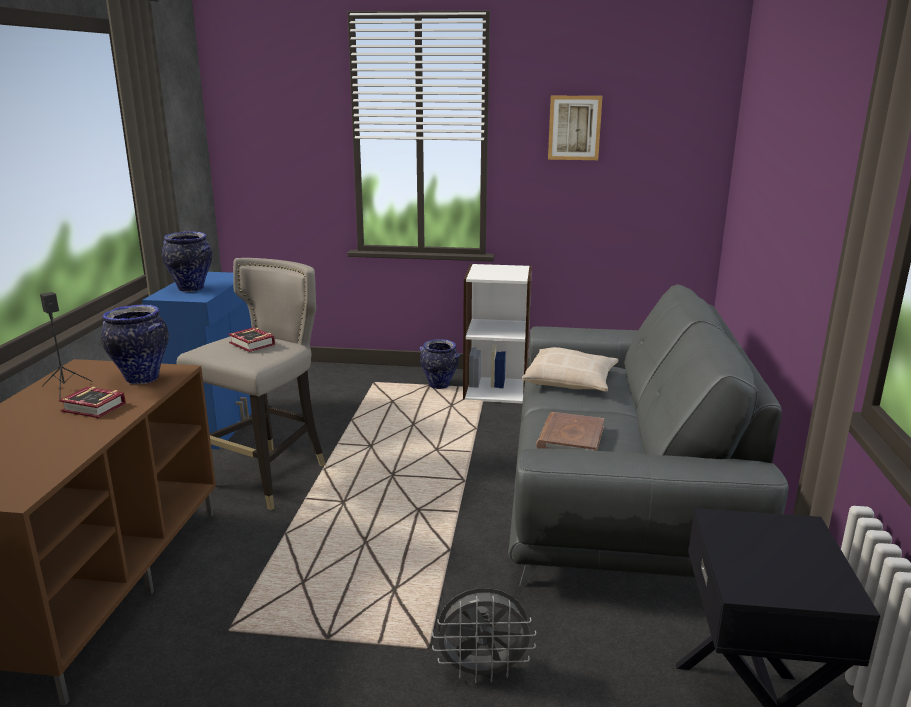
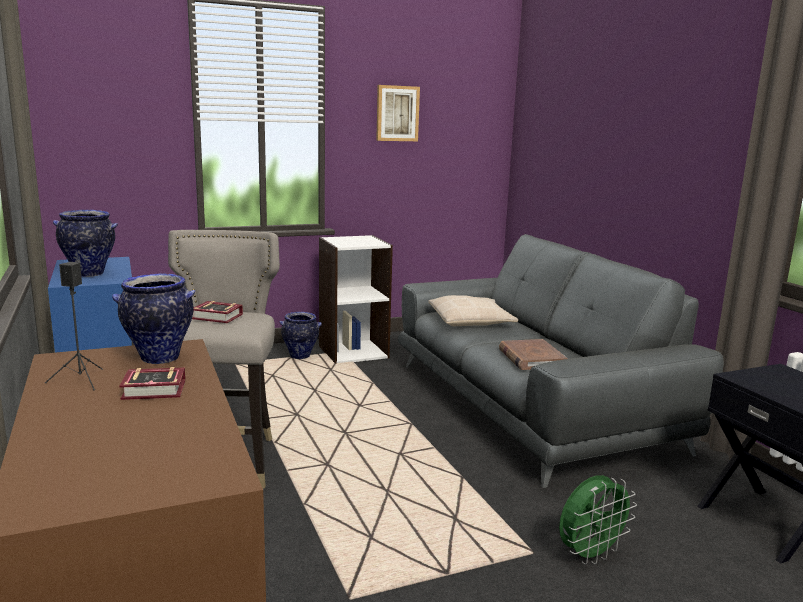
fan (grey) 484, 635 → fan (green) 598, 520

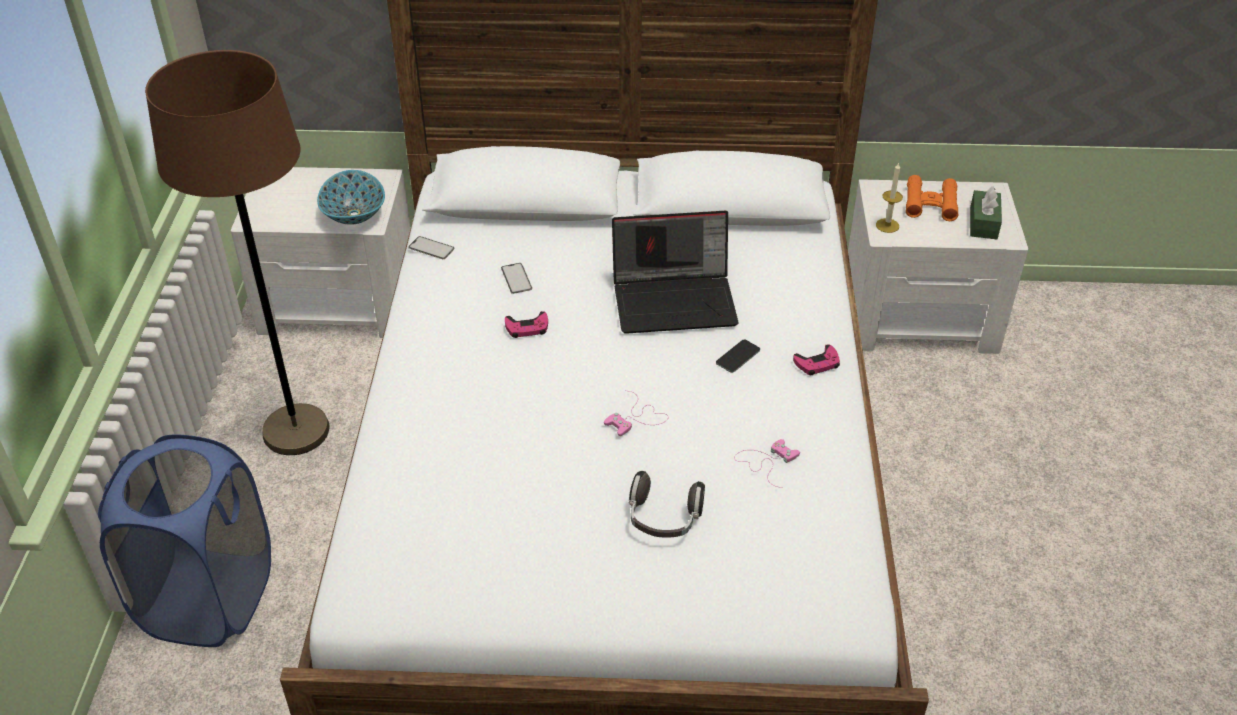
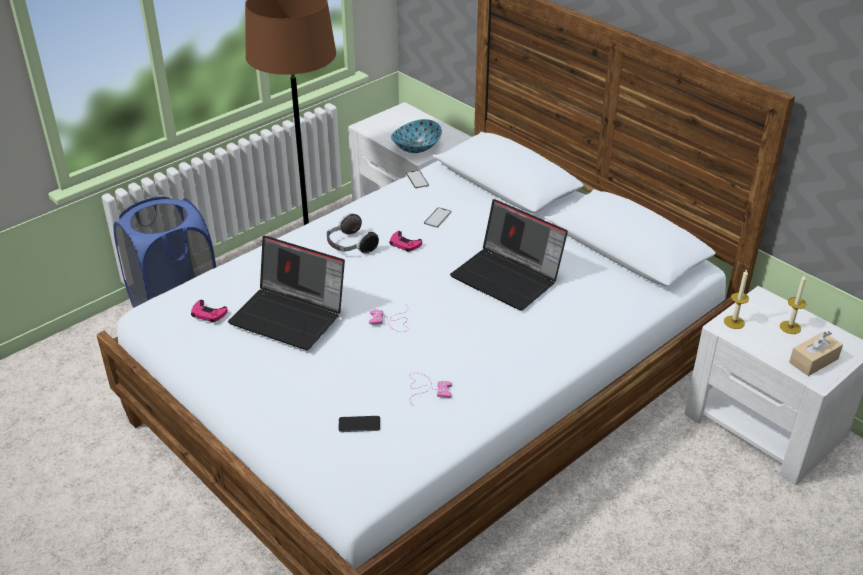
- → laptop 286, 293
headphones 667, 504 → headphones 353, 233, relocated
phone 738, 356 → phone 359, 424, relocated
game controller (pink) 816, 359 → game controller (pink) 209, 311, relocated
binoculars (orange) 932, 198 → candle 793, 304
tissue box (green) 986, 212 → tissue box (beige) 816, 353

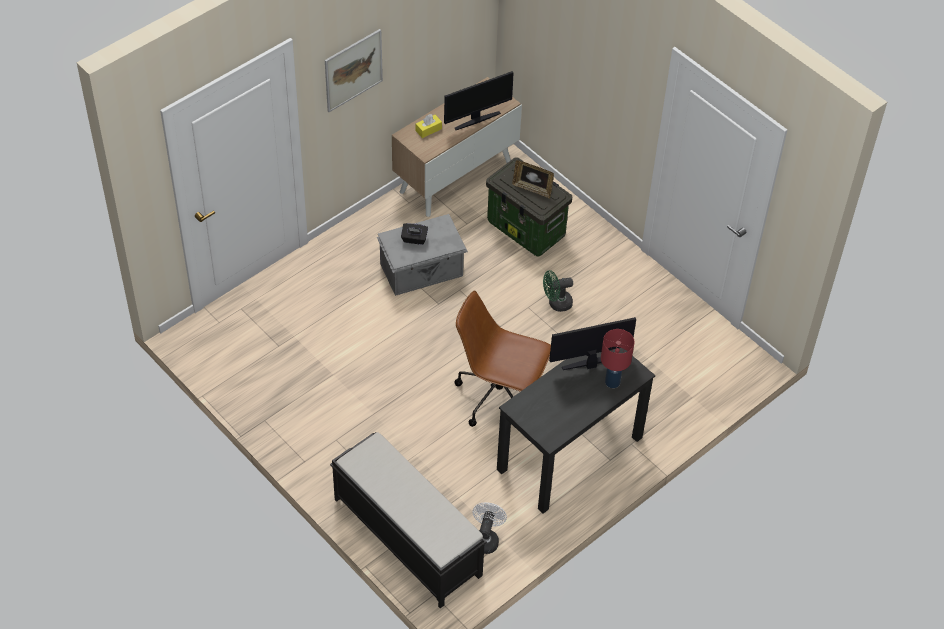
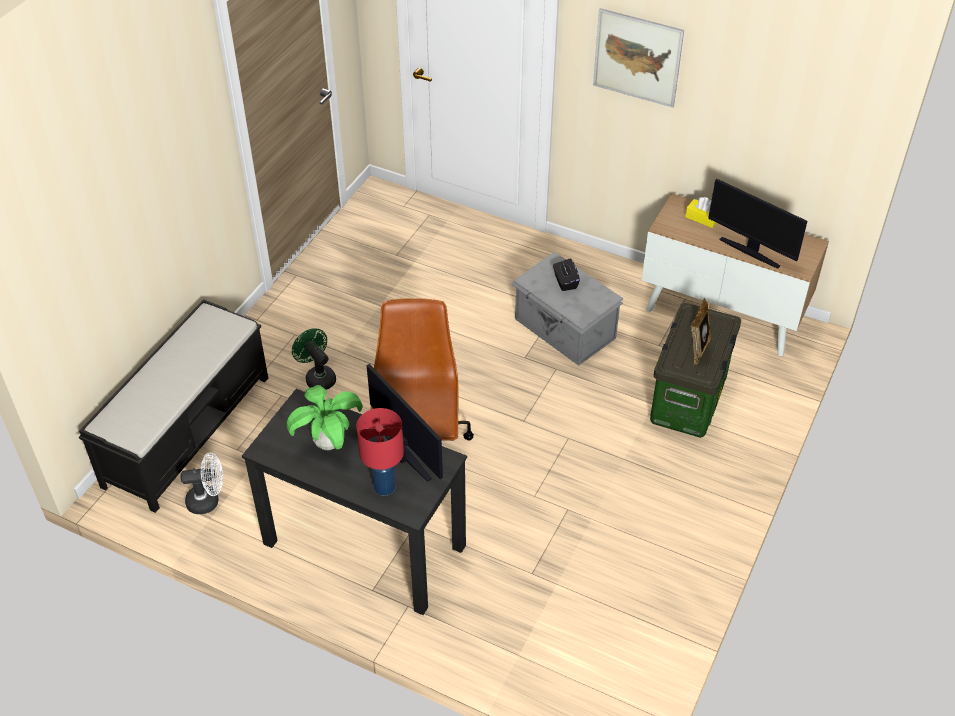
- → potted plant 325, 417
fan (green) 558, 291 → fan (green) 314, 359, relocated

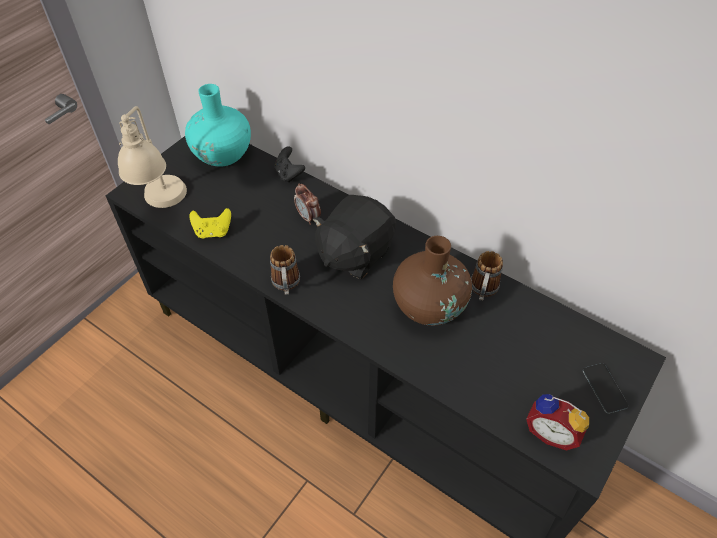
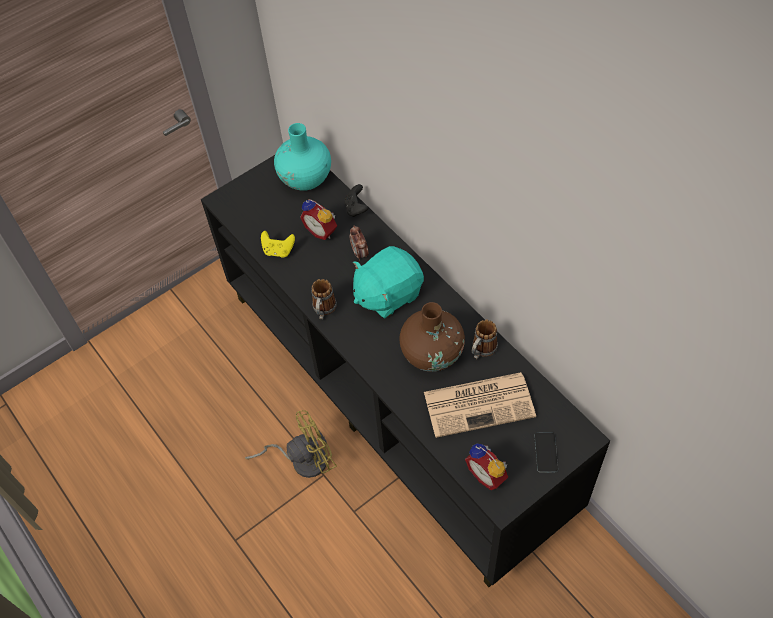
table lamp (beige) 152, 157 → -
- → fan (yellow) 291, 444
- → alarm clock 318, 219
- → newspaper 480, 405
plush toy (black) 354, 237 → plush toy (turquoise) 388, 282

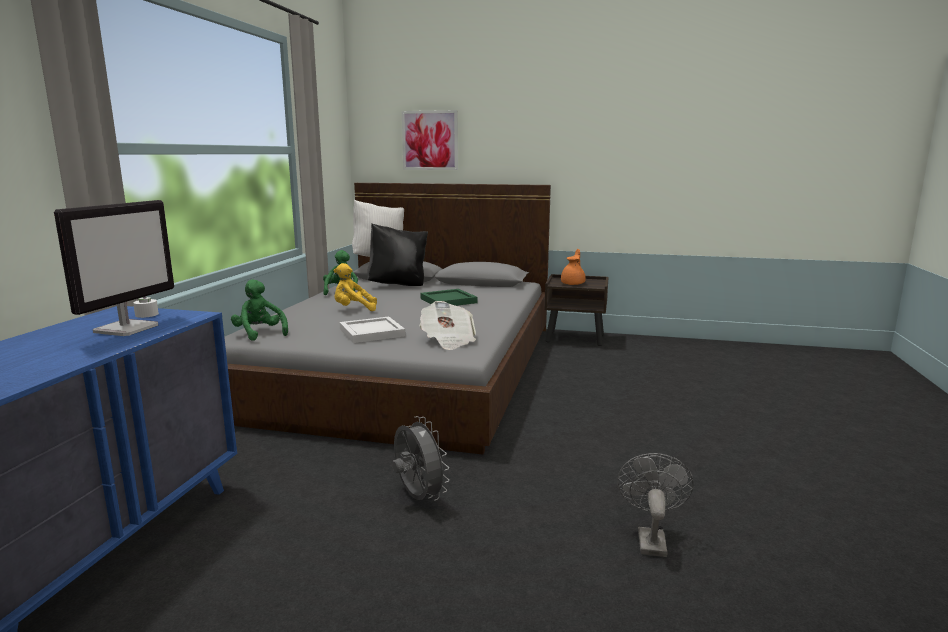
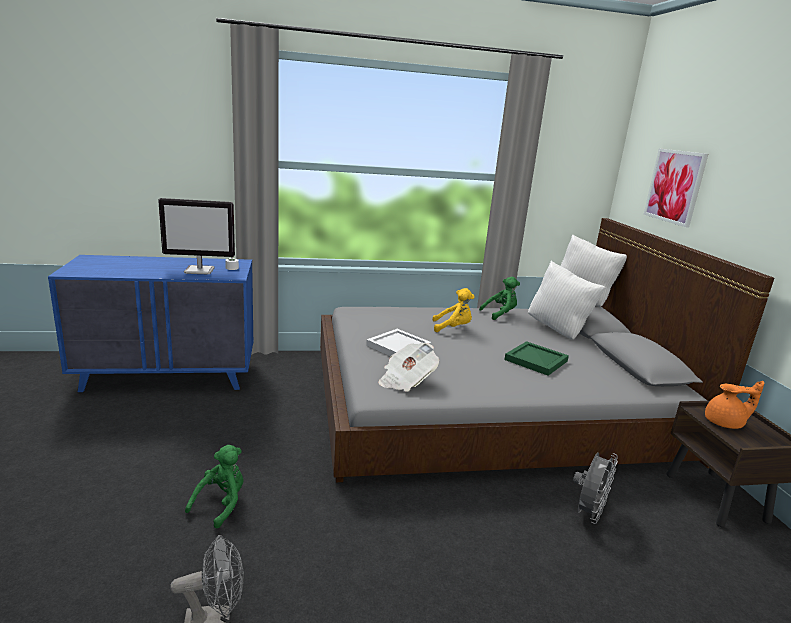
plush toy (green) 259, 310 → plush toy (green) 214, 486, relocated
fan (grey) 420, 458 → fan (grey) 595, 488, relocated
pillow (black) 397, 254 → pillow (white) 567, 300
plush toy (yellow) 355, 287 → plush toy (yellow) 453, 310, 120 degrees clockwise

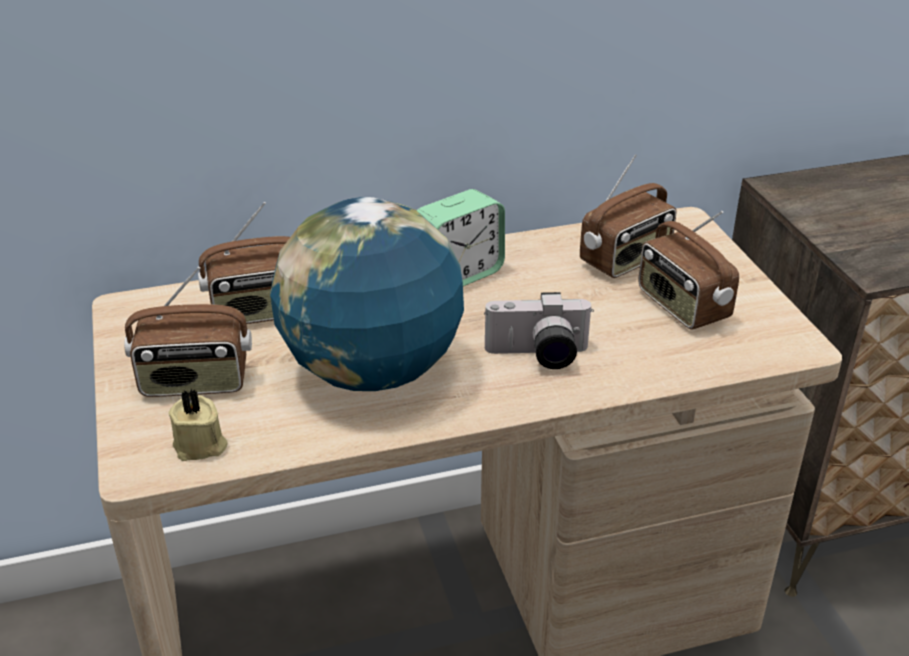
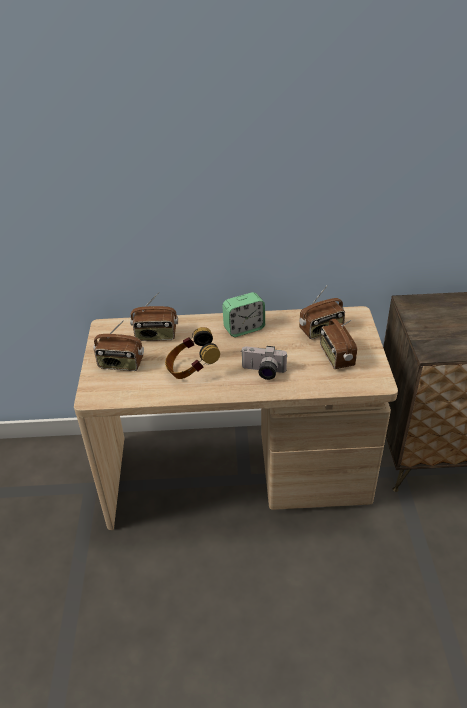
candle (beige) 197, 425 → -
globe 367, 294 → headphones 192, 353

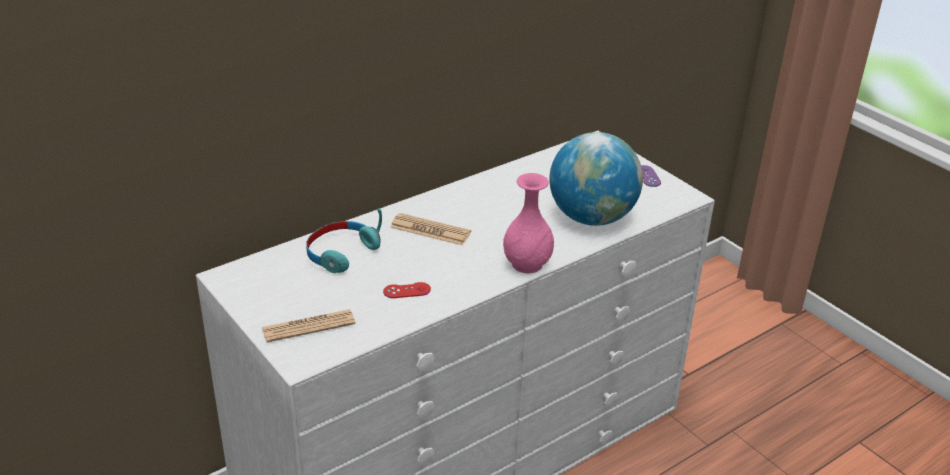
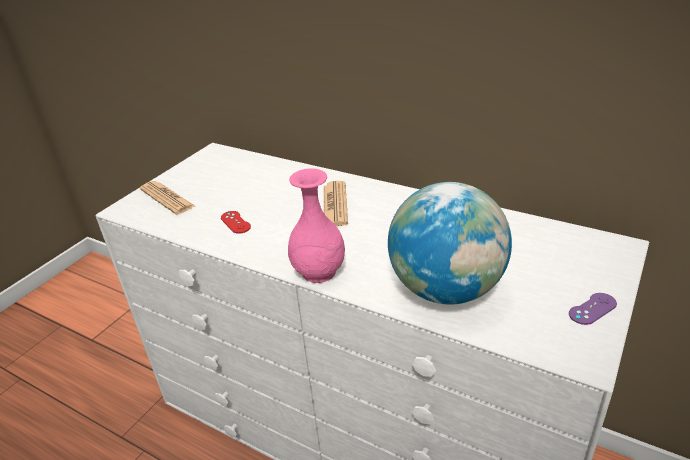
headphones (turquoise) 344, 240 → -

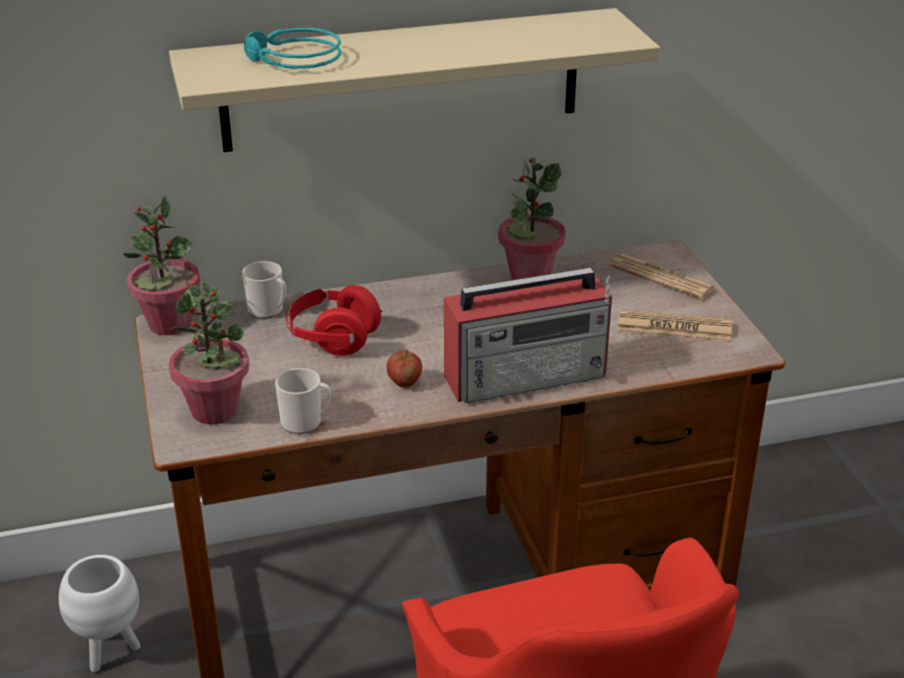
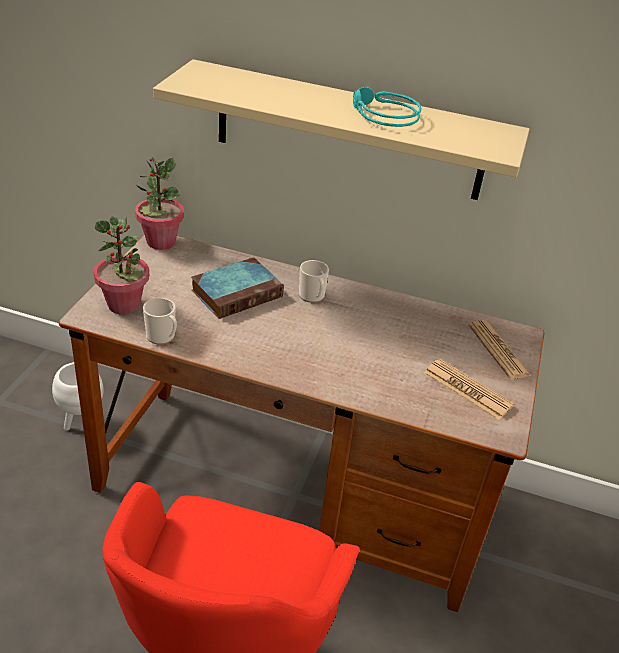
apple 404, 368 → -
radio 528, 335 → -
potted plant 532, 219 → -
mug 264, 290 → mug 314, 281, relocated
headphones (turquoise) 292, 48 → headphones (turquoise) 387, 106, relocated
headphones (red) 334, 320 → book 237, 288

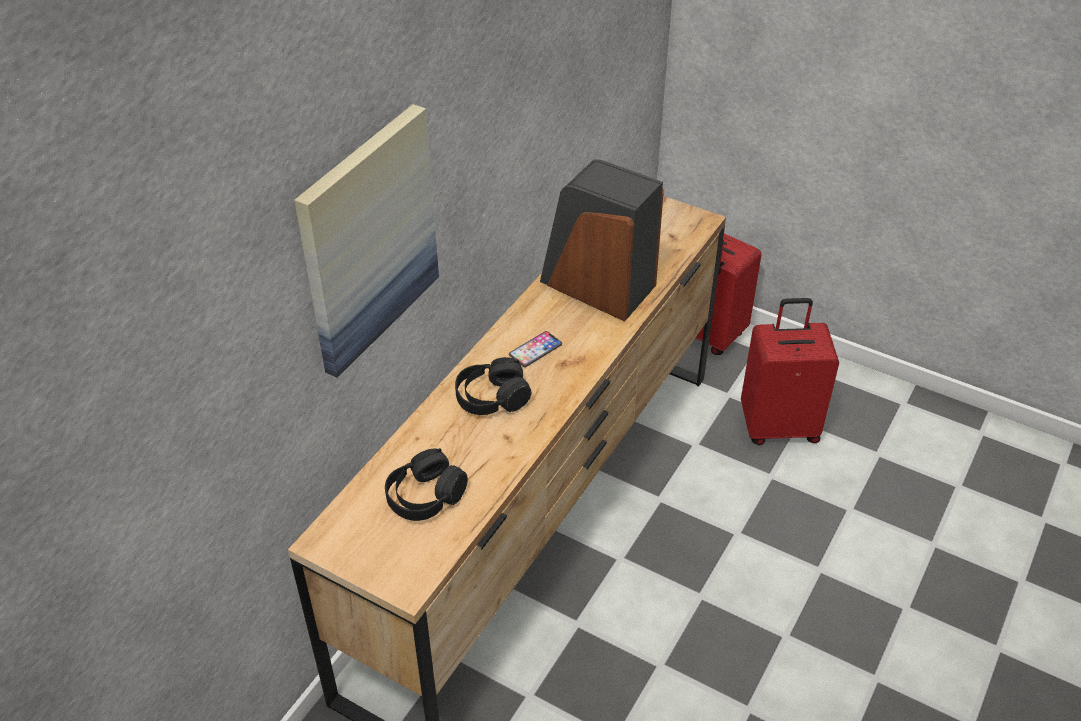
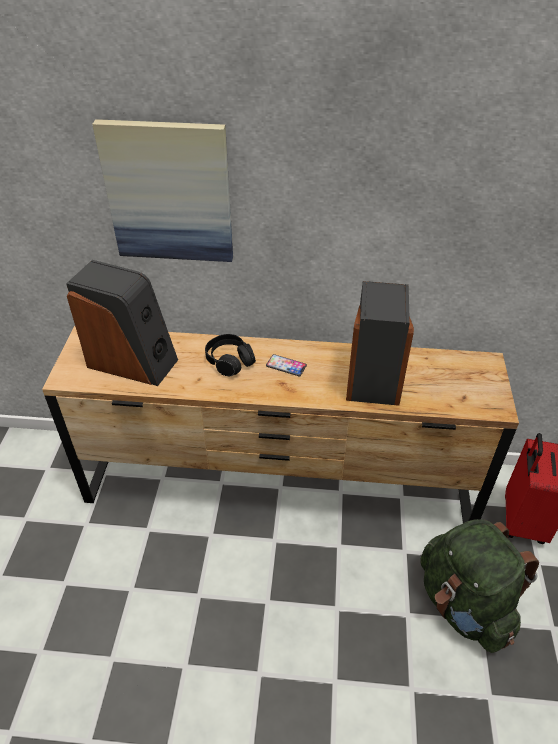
headphones (black) 426, 484 → speaker 122, 323
suitcase (red) 790, 371 → backpack (green) 480, 586

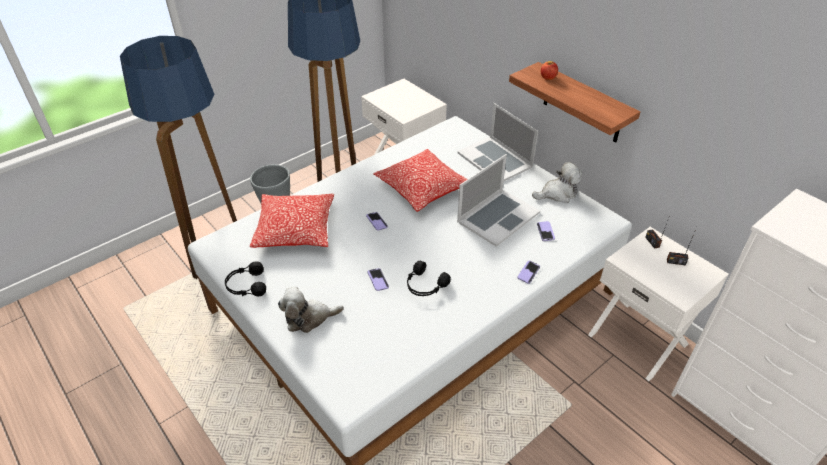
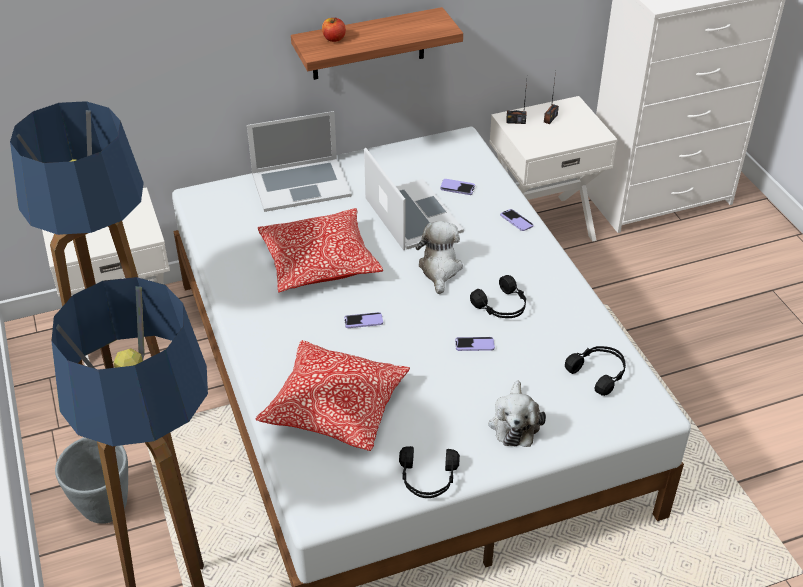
- → headphones (black) 595, 371
plush toy 557, 182 → plush toy 439, 257, relocated

